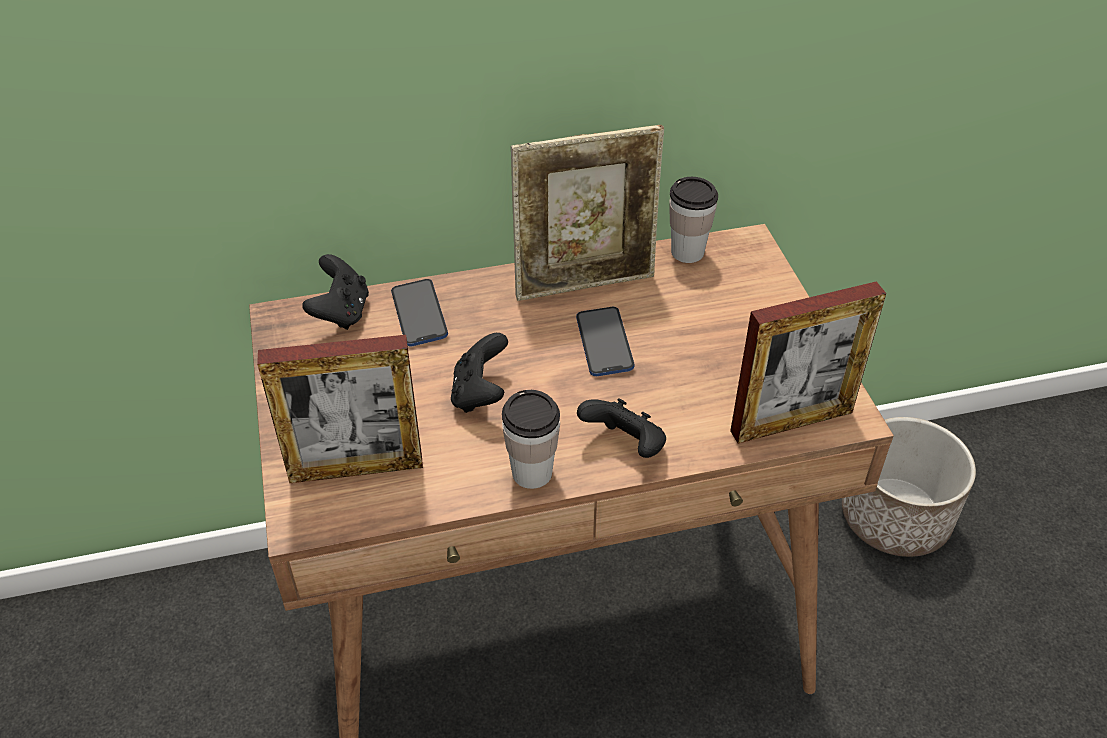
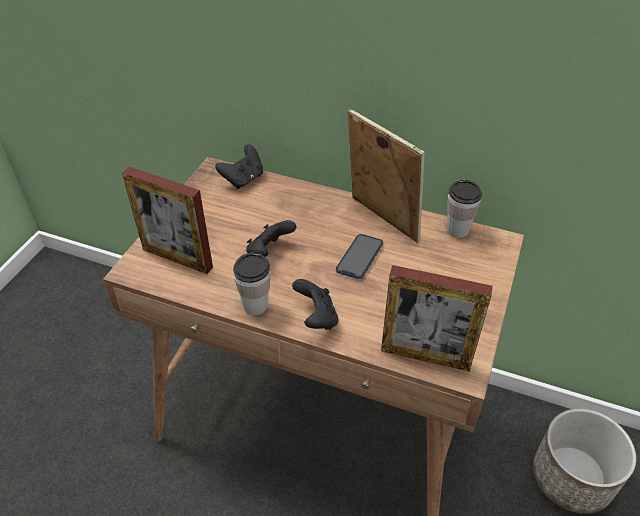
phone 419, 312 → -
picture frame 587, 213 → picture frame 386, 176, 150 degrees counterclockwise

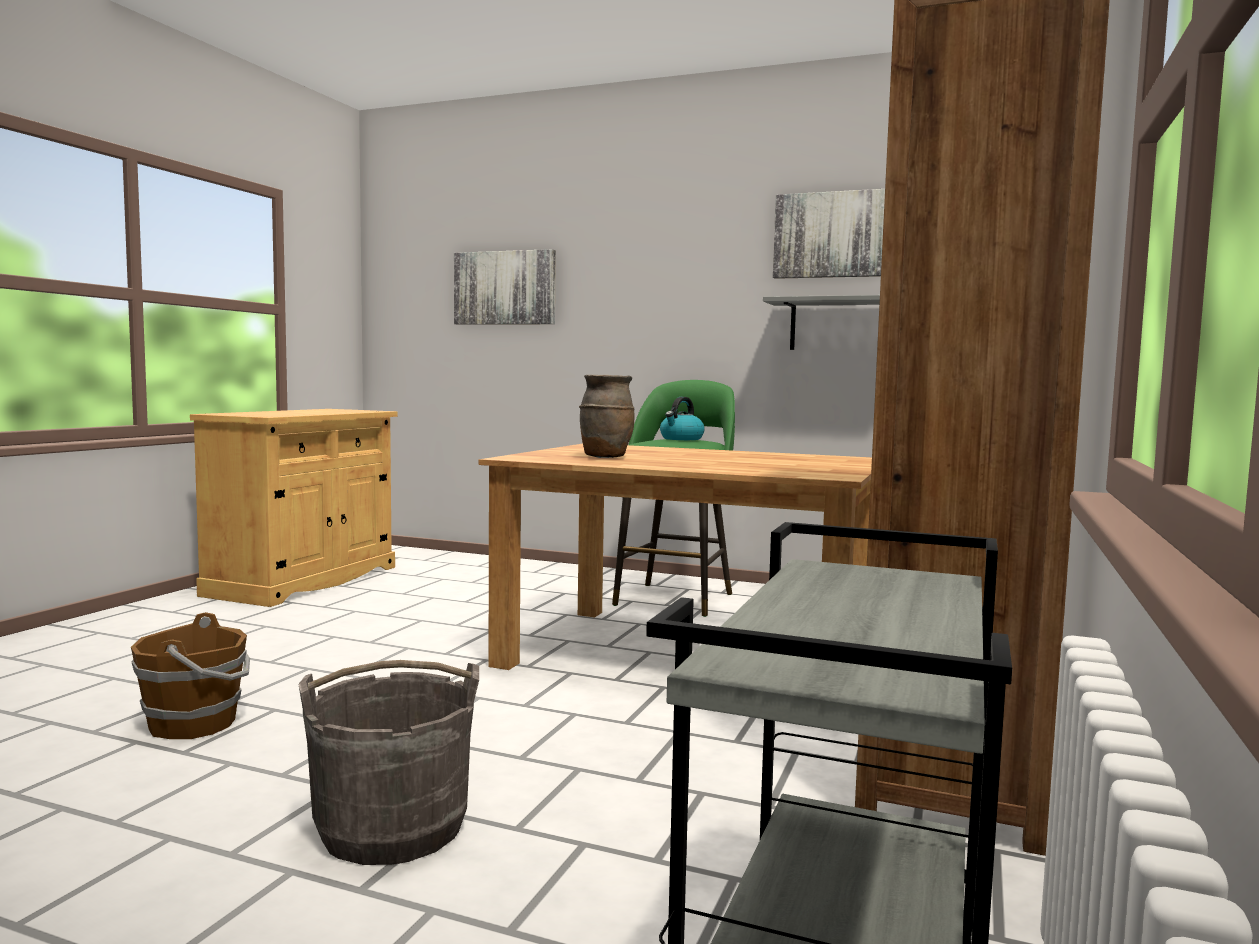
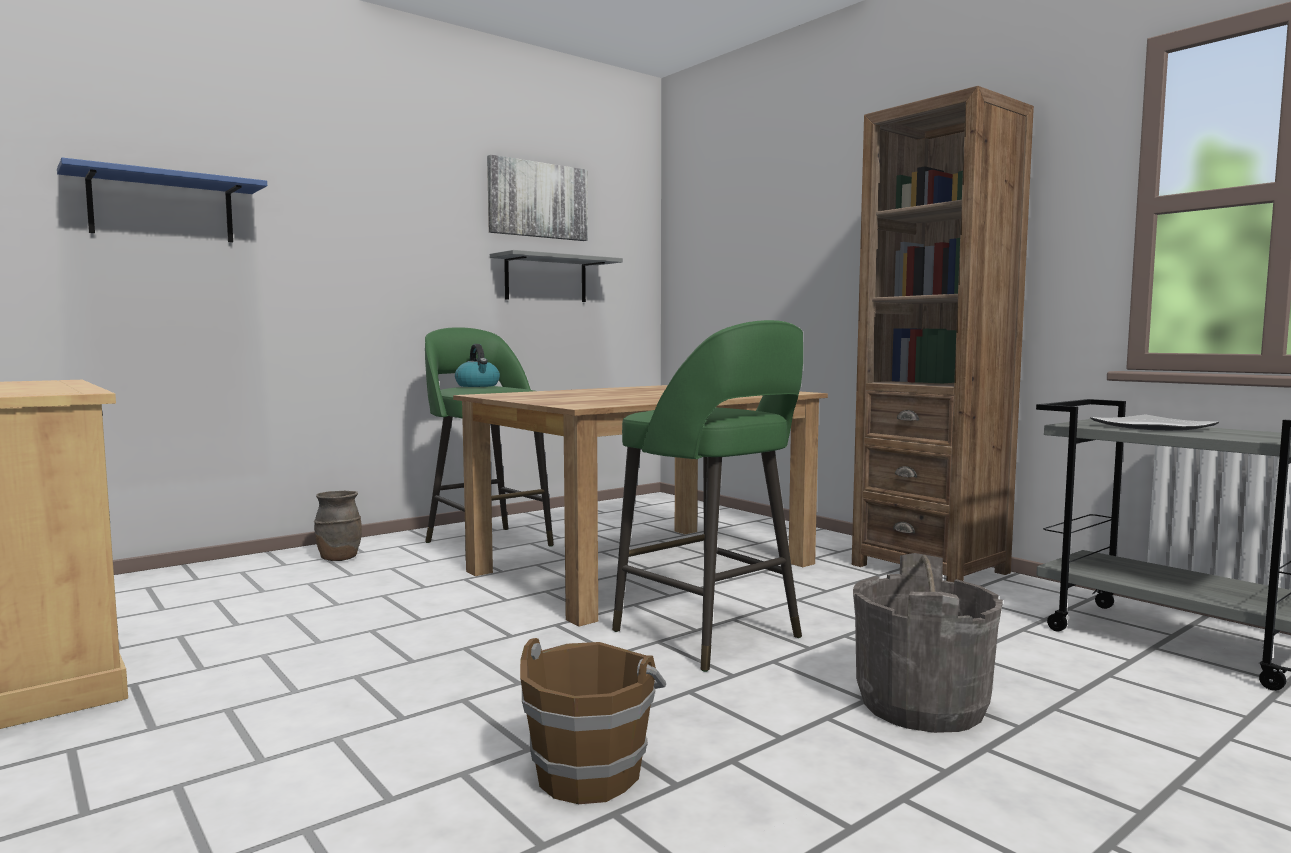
- → stool (green) 707, 496
- → plate 1154, 423
vase (brown) 607, 416 → vase (brown) 338, 526, relocated
picture 505, 287 → shelf (blue) 162, 200

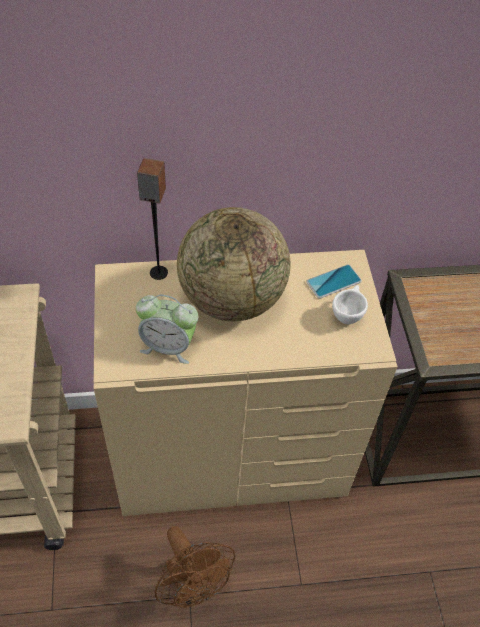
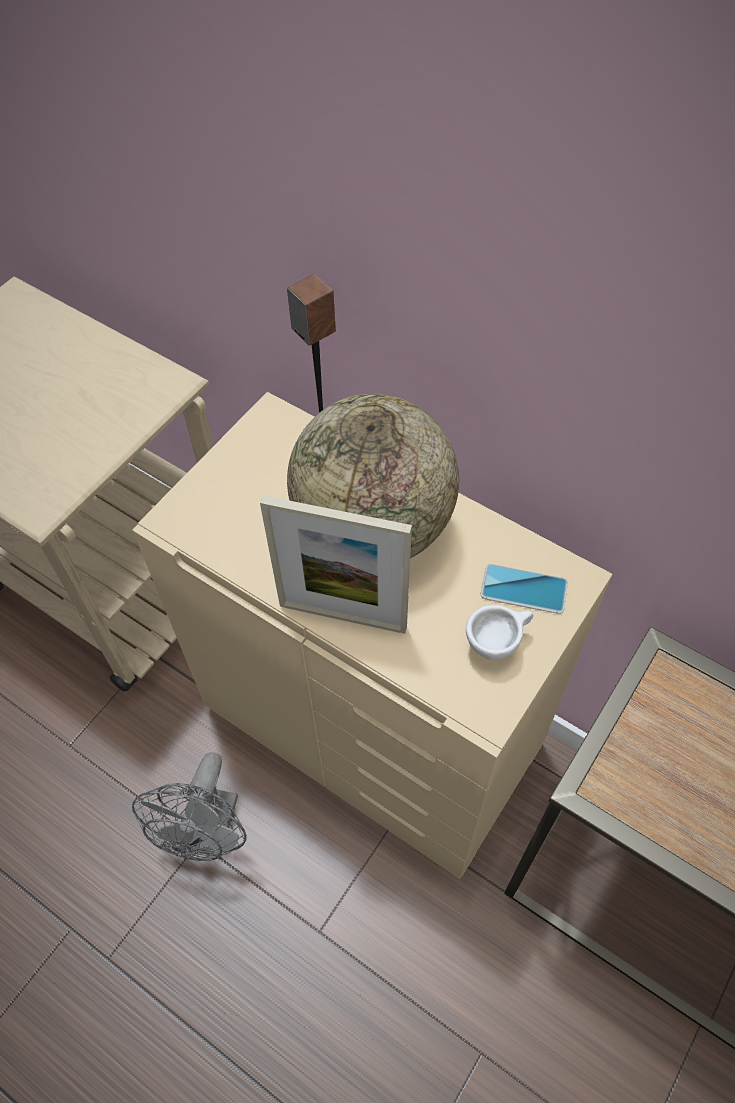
alarm clock 167, 329 → -
- → picture frame 336, 564
fan (brown) 195, 567 → fan (grey) 189, 806

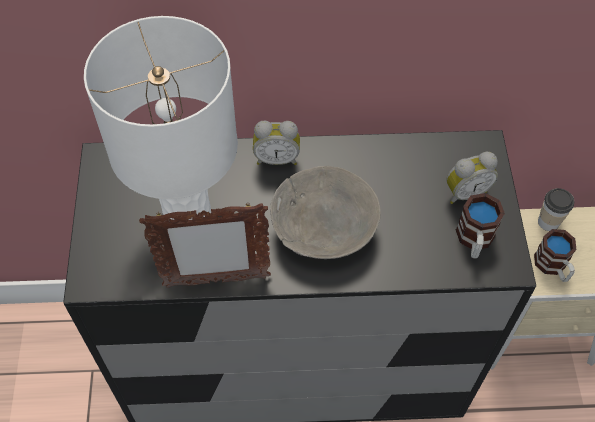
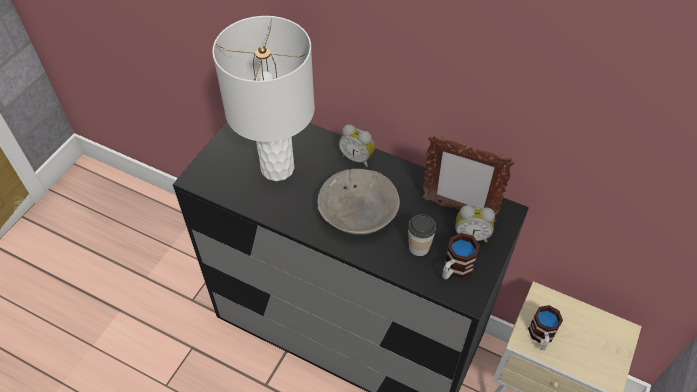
picture frame 205, 245 → picture frame 468, 178, relocated
cup 556, 209 → cup 422, 235, relocated

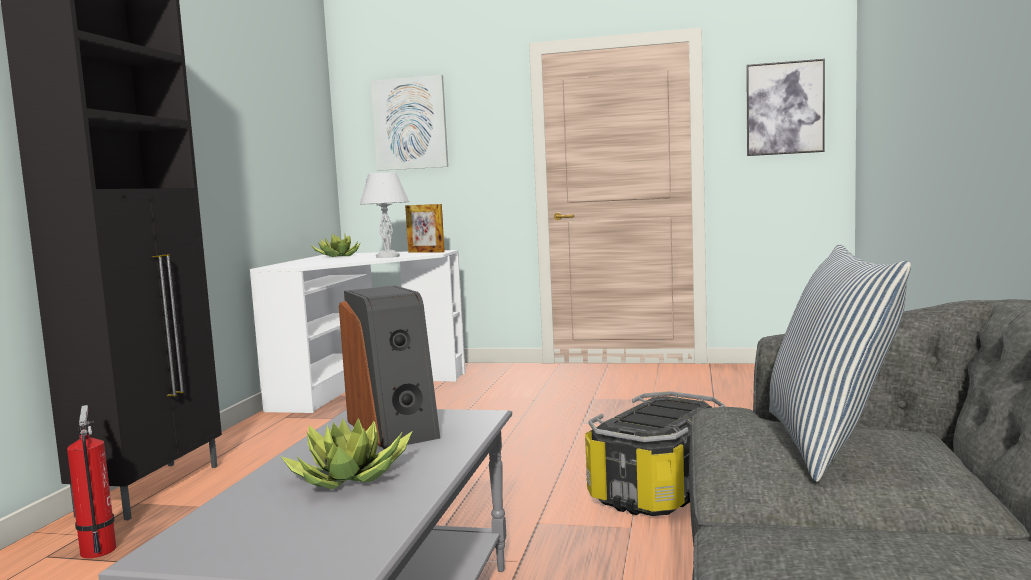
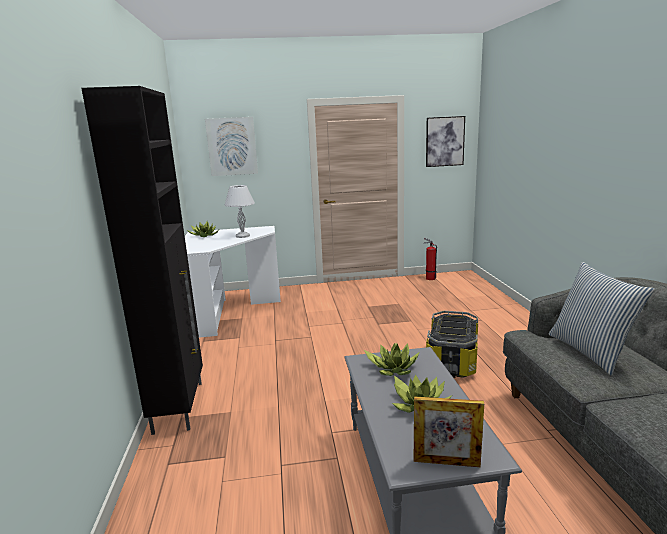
fire extinguisher 91, 481 → fire extinguisher 430, 259, relocated
picture frame 425, 228 → picture frame 449, 431, relocated
speaker 389, 367 → potted plant 391, 359

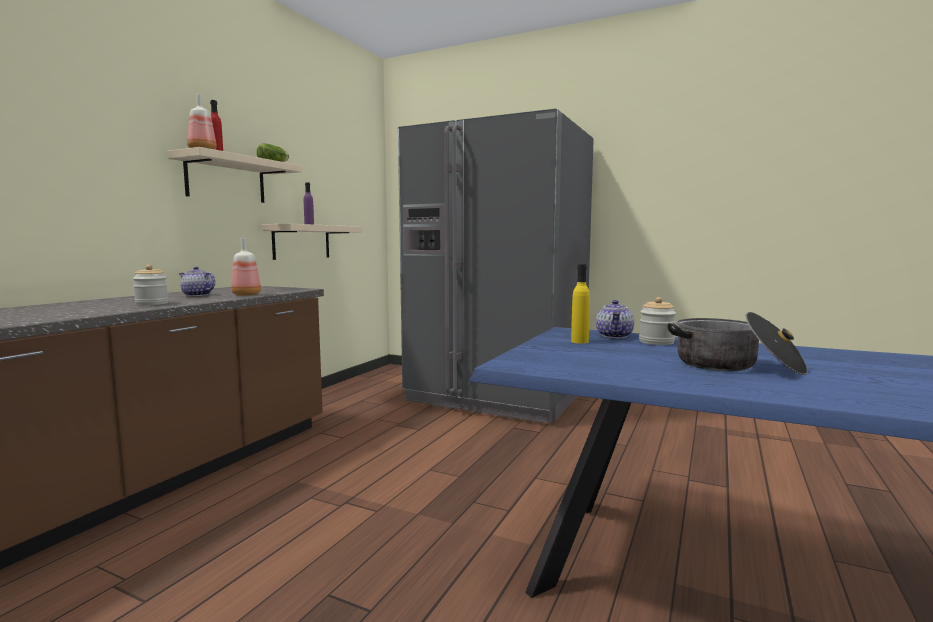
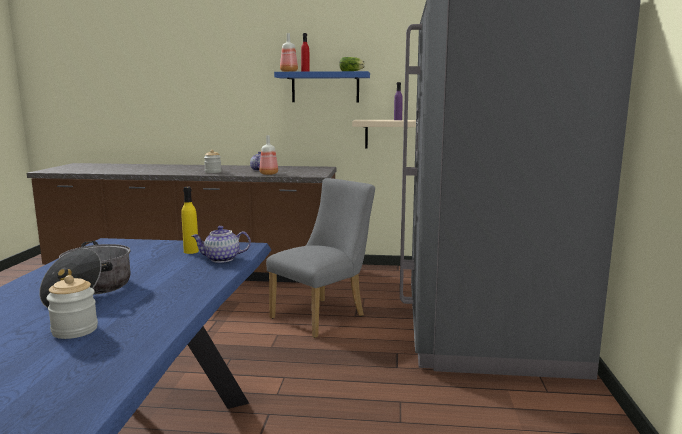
- → chair (grey) 320, 258
jar 657, 321 → jar 72, 307, relocated
shelf (beige) 235, 175 → shelf (blue) 322, 86

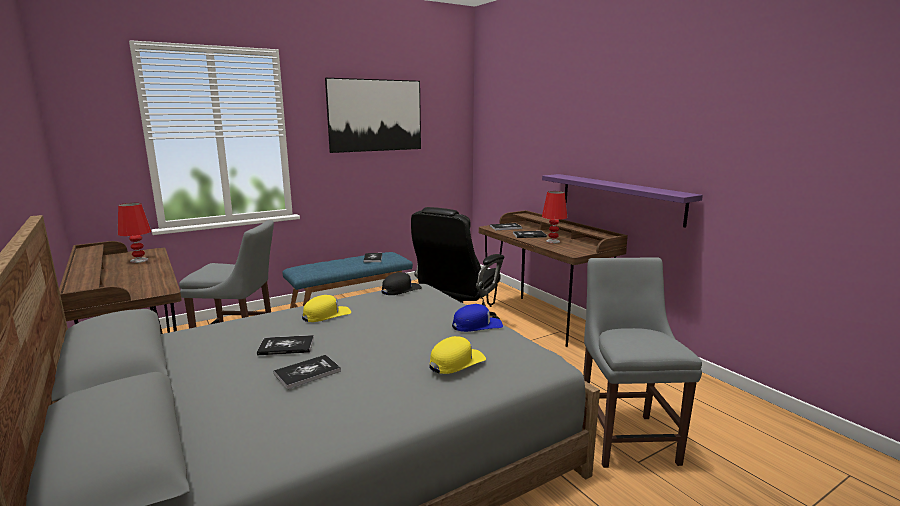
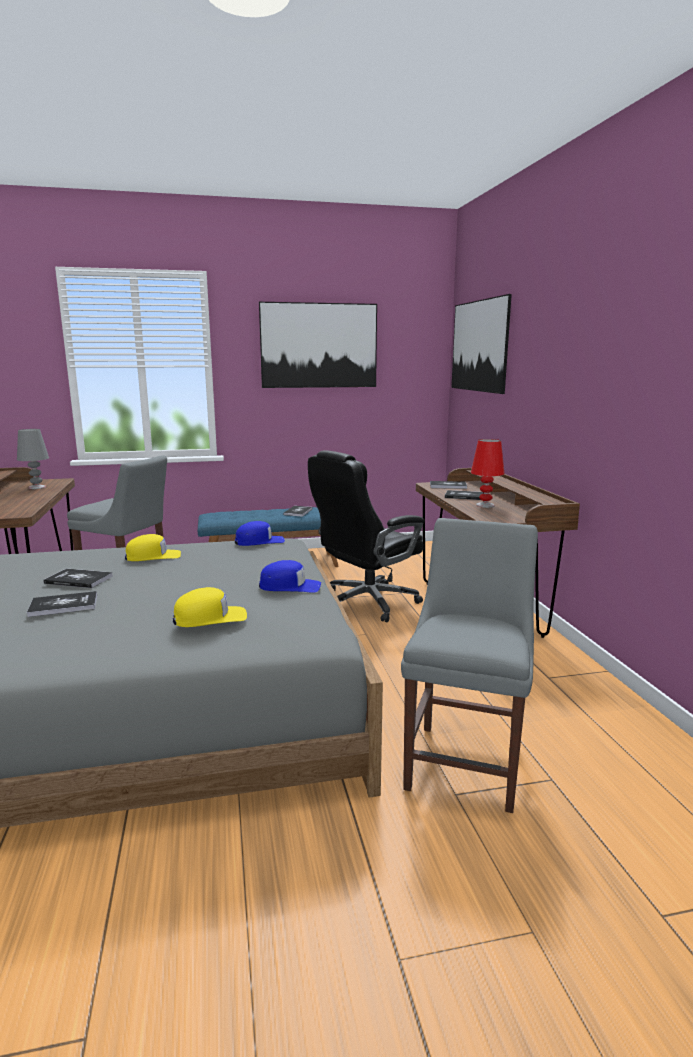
shelf (purple) 622, 201 → -
- → picture 481, 344
table lamp (red) 134, 233 → table lamp (grey) 33, 459
cap (black) 401, 283 → cap (blue) 260, 533

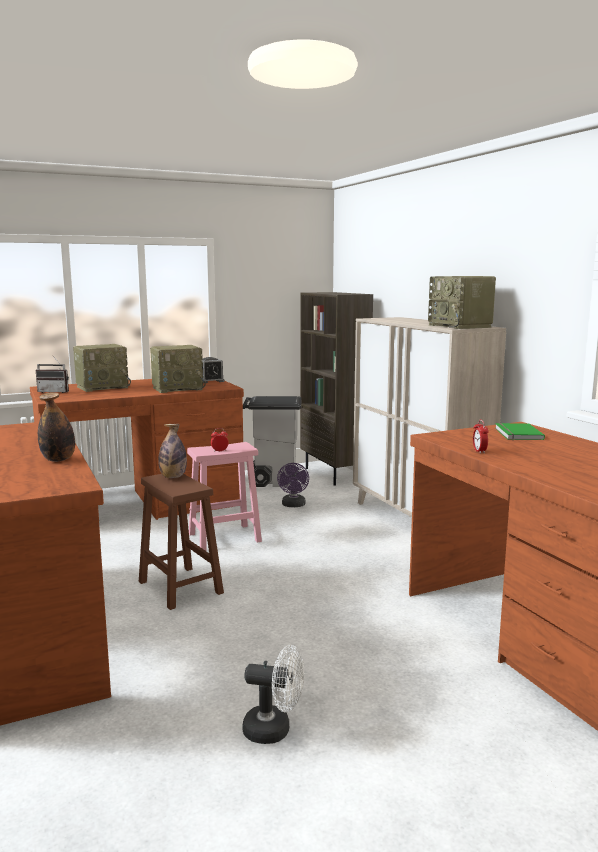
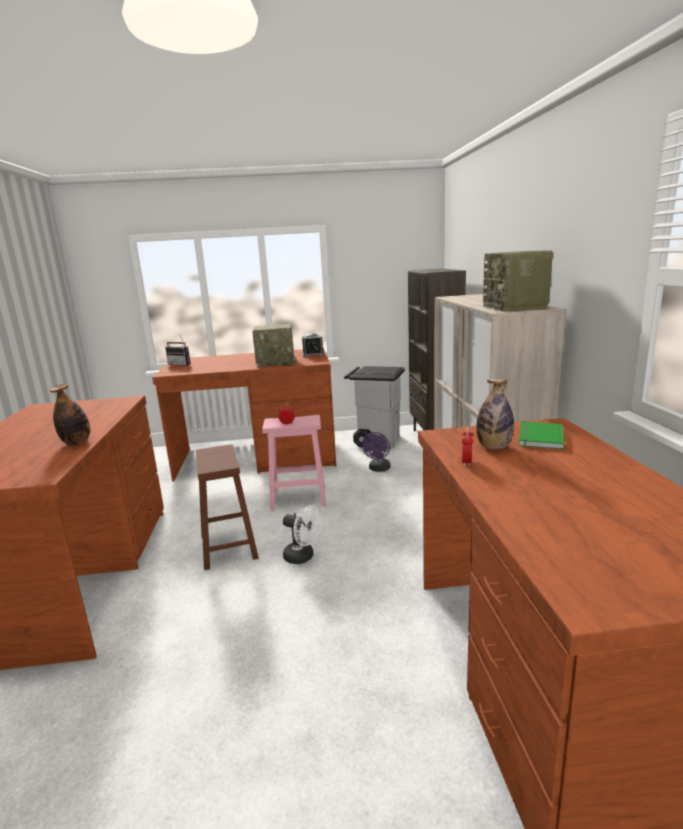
radio 102, 368 → -
bottle 172, 451 → bottle 495, 414, relocated
fan (white) 273, 694 → fan (white) 302, 534, relocated

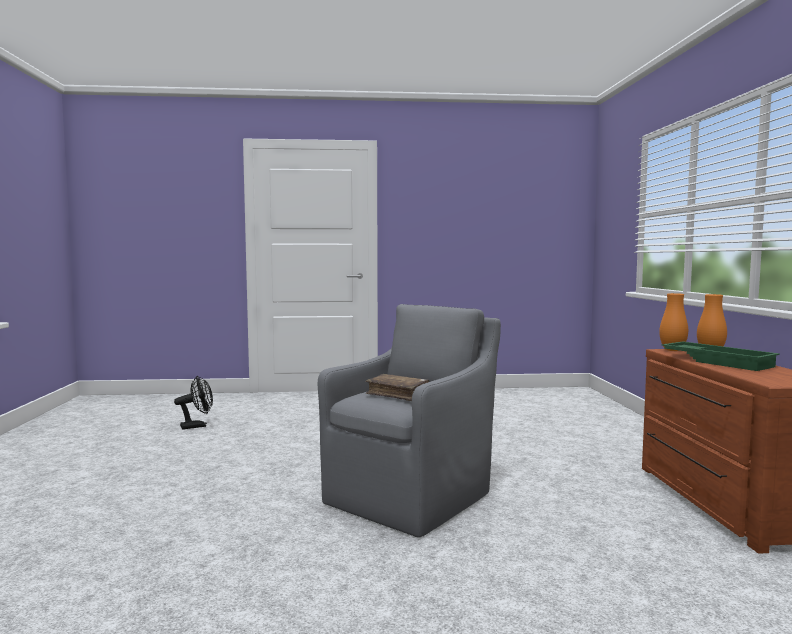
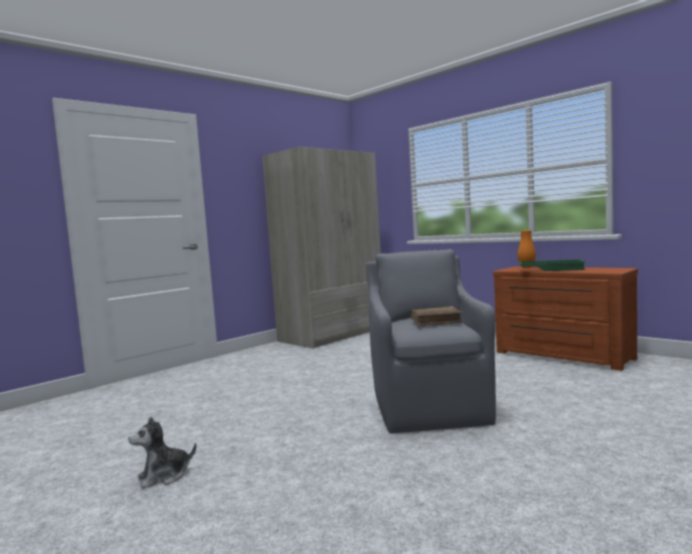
fan (black) 193, 403 → -
vase (orange) 673, 322 → -
- → plush toy 162, 453
- → wardrobe (beige) 321, 248

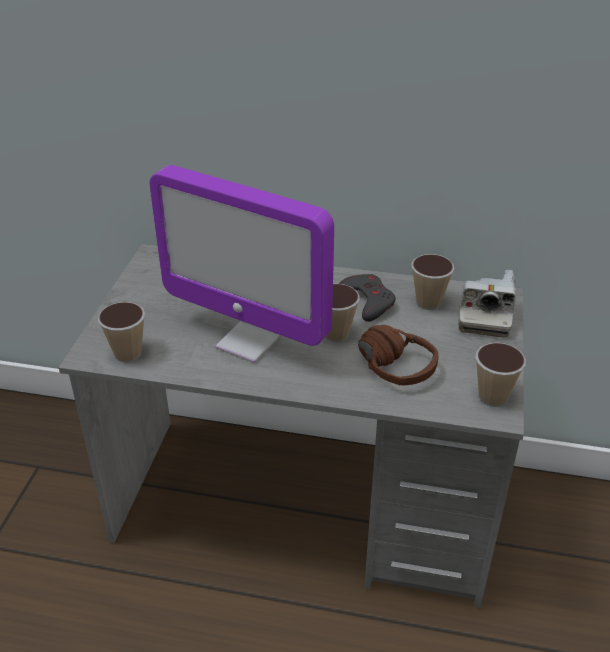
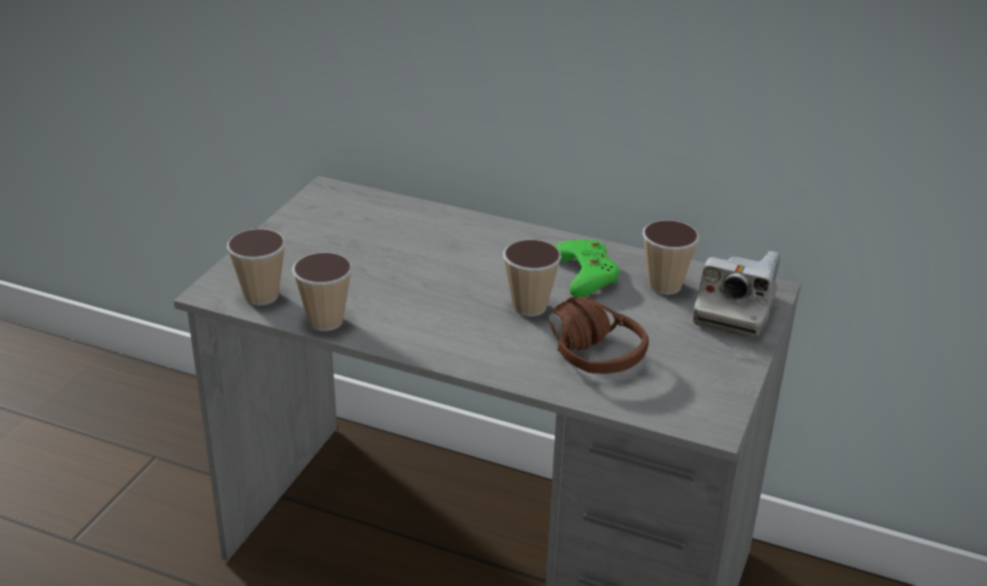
monitor 241, 264 → -
cup 500, 375 → cup 322, 291, relocated
game controller (grey) 367, 298 → game controller (green) 587, 268

